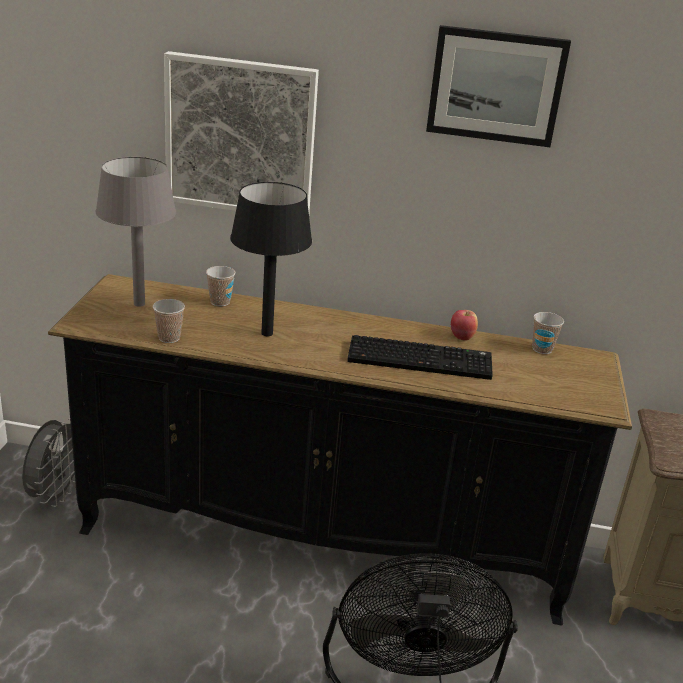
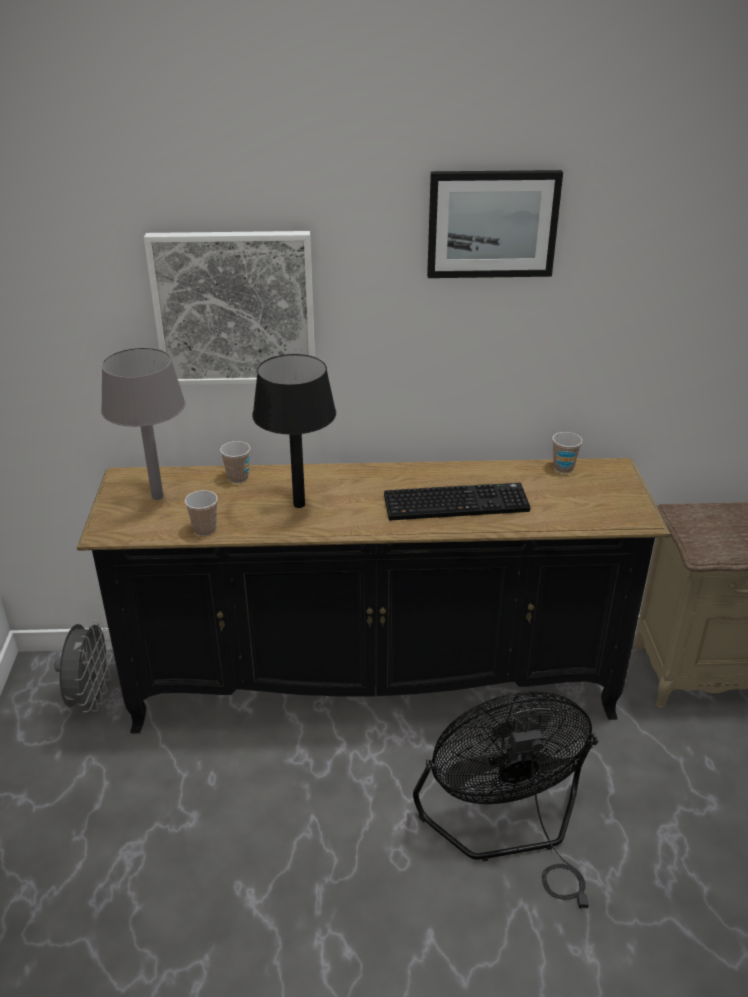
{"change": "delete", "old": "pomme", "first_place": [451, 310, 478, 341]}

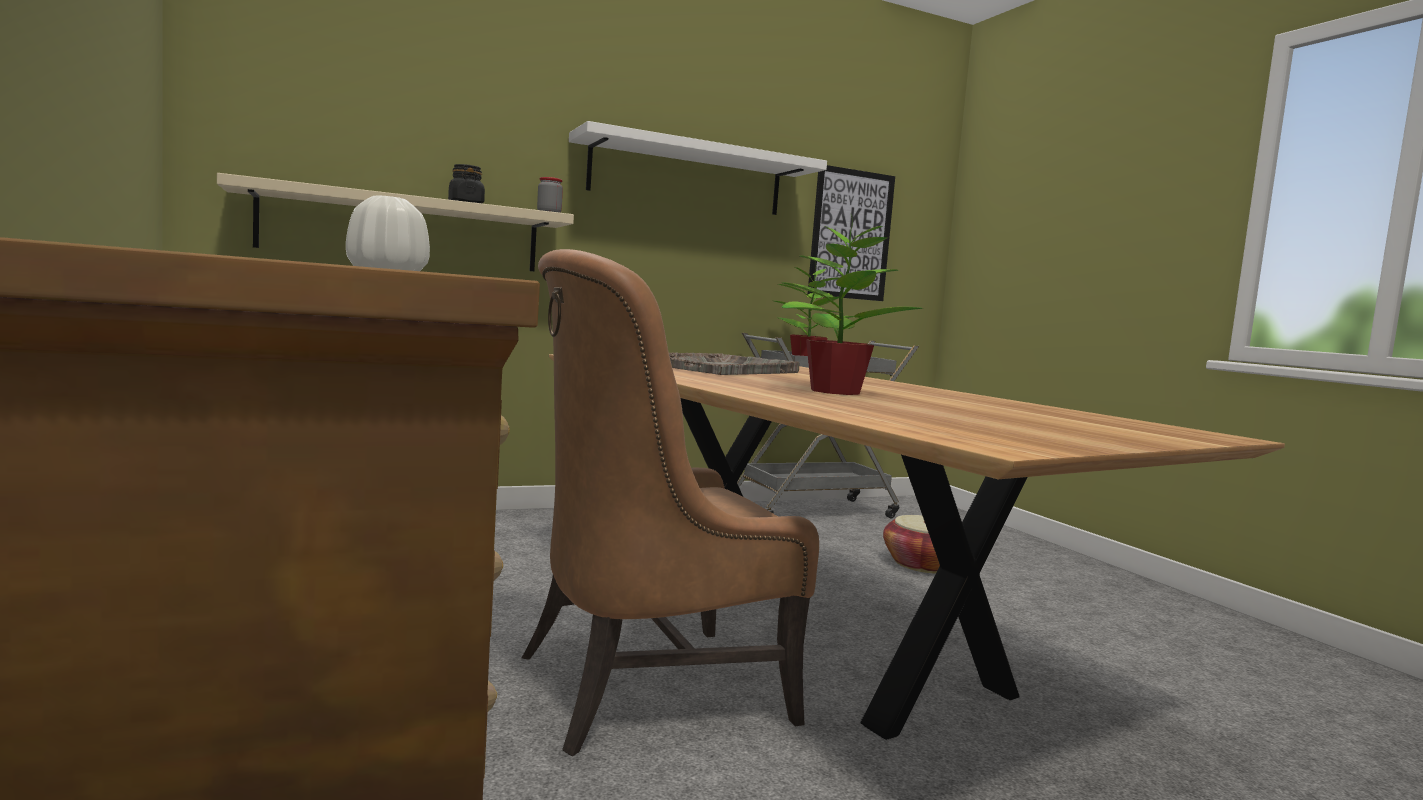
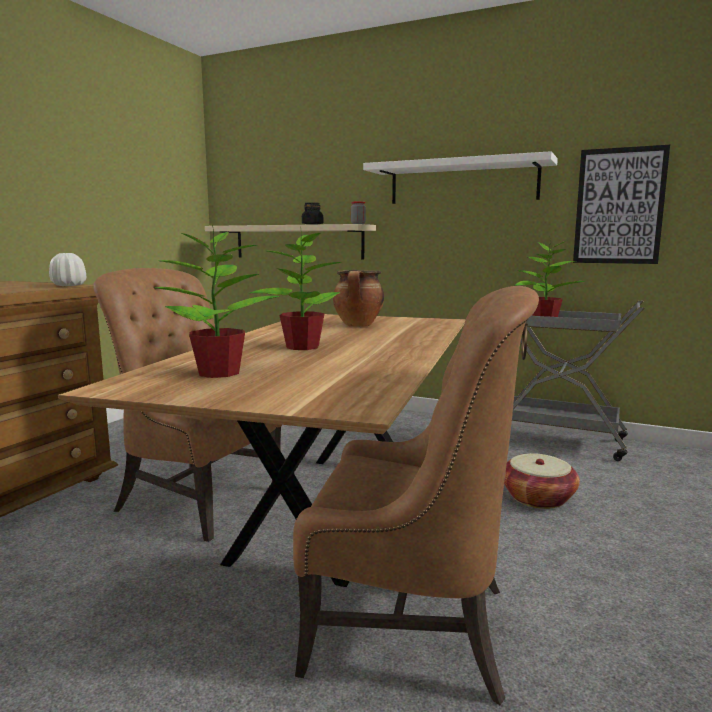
{"change": "replace", "old": "plateau (gris)", "new": "marmite", "first_place": [669, 353, 800, 375], "second_place": [333, 270, 384, 327]}
{"change": "insert", "new": "plante en pot", "second_place": [154, 223, 280, 378]}
{"change": "insert", "new": "chaise (marron)", "second_place": [293, 286, 539, 705]}

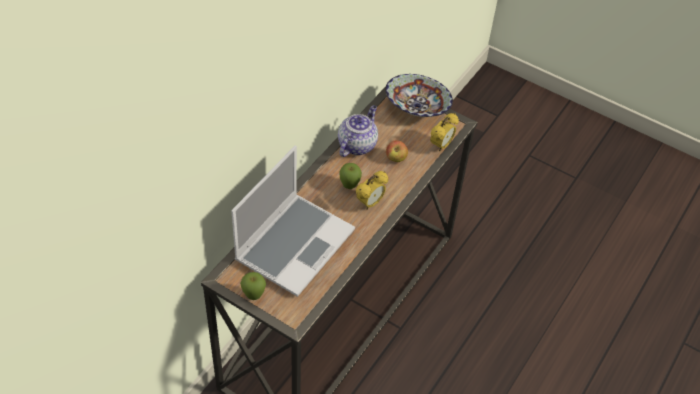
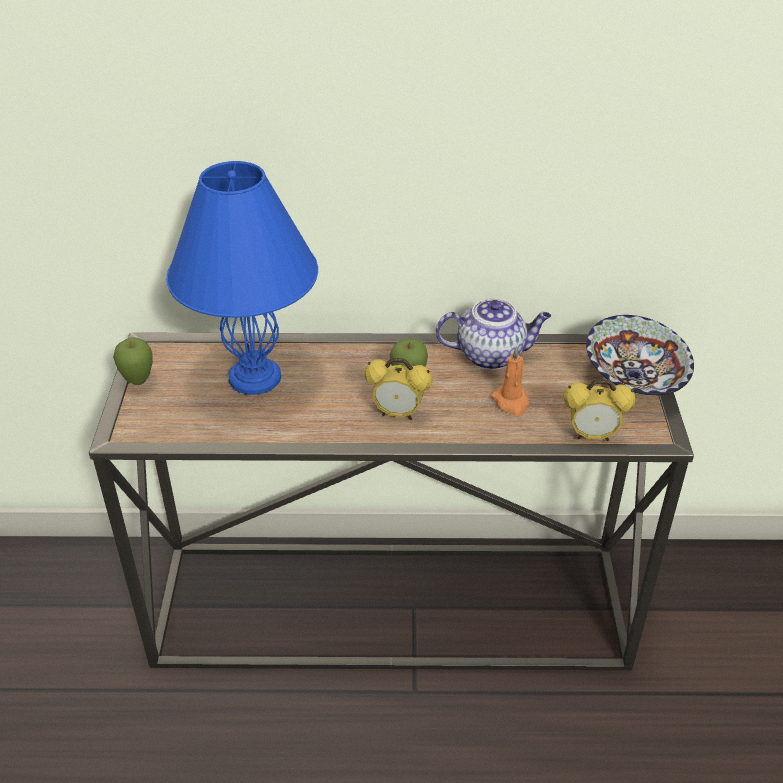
{"change": "replace", "old": "ordinateur portable", "new": "lampe de table (bleu)", "first_place": [231, 146, 355, 297], "second_place": [166, 161, 318, 395]}
{"change": "replace", "old": "pomme", "new": "bougie (orange)", "first_place": [386, 140, 408, 162], "second_place": [491, 346, 529, 416]}

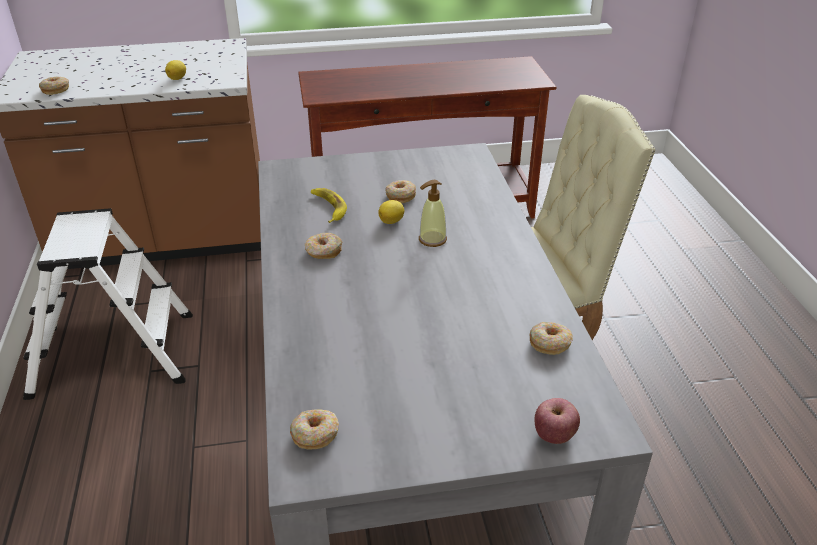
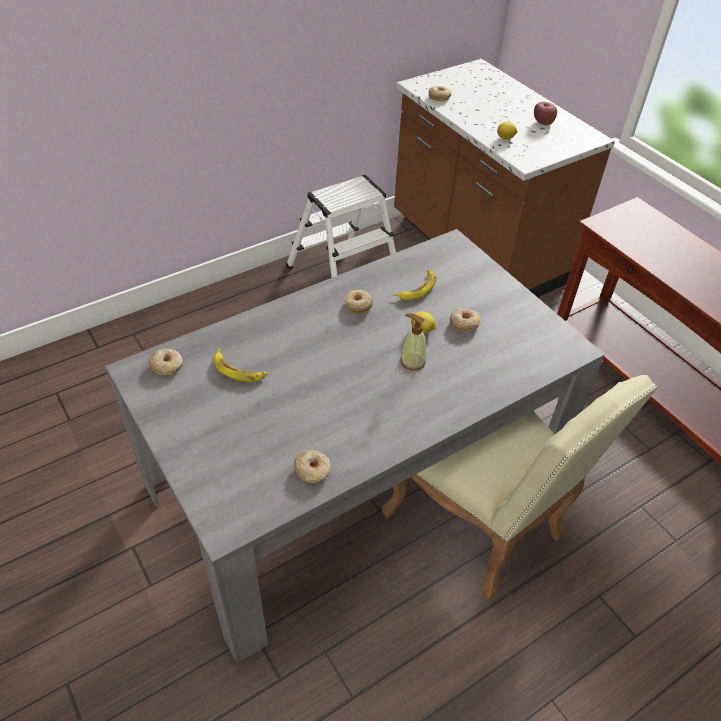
{"change": "move", "old": "pomme", "first_place": [534, 398, 580, 444], "second_place": [534, 102, 557, 125]}
{"change": "insert", "new": "banane", "second_place": [214, 348, 267, 382]}

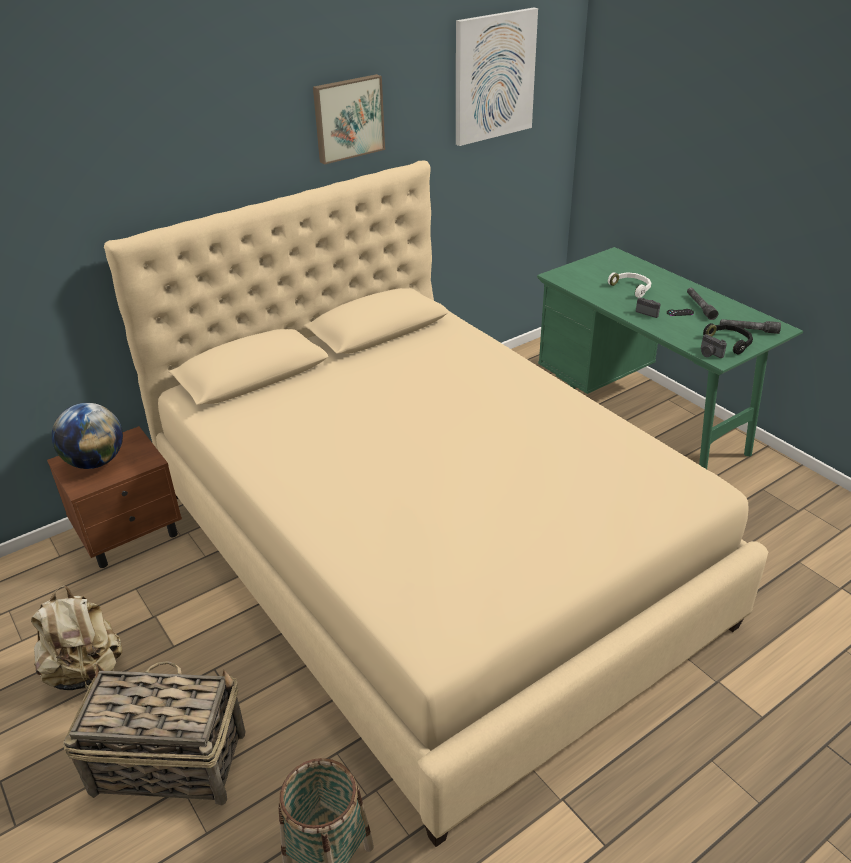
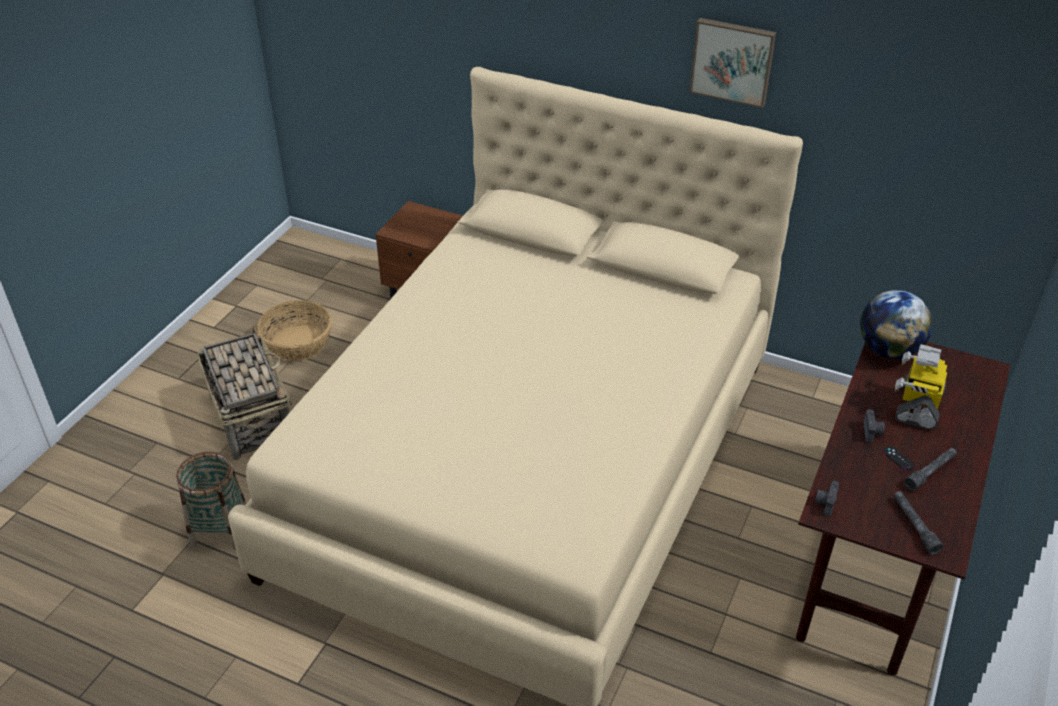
{"change": "replace", "old": "sac à dos (beige)", "new": "panier", "first_place": [31, 585, 122, 690], "second_place": [257, 300, 332, 361]}
{"change": "move", "old": "globe", "first_place": [52, 403, 123, 469], "second_place": [860, 290, 933, 359]}
{"change": "delete", "old": "tableau", "first_place": [456, 7, 538, 146]}
{"change": "recolor", "old": "bureau (vert)", "new": "bureau (marron)", "first_place": [537, 247, 803, 469], "second_place": [796, 342, 1011, 676]}
{"change": "replace", "old": "casque audio (blanc)", "new": "robot jouet", "first_place": [608, 272, 651, 298], "second_place": [895, 344, 947, 430]}
{"change": "delete", "old": "casque audio (noir)", "first_place": [703, 323, 753, 355]}

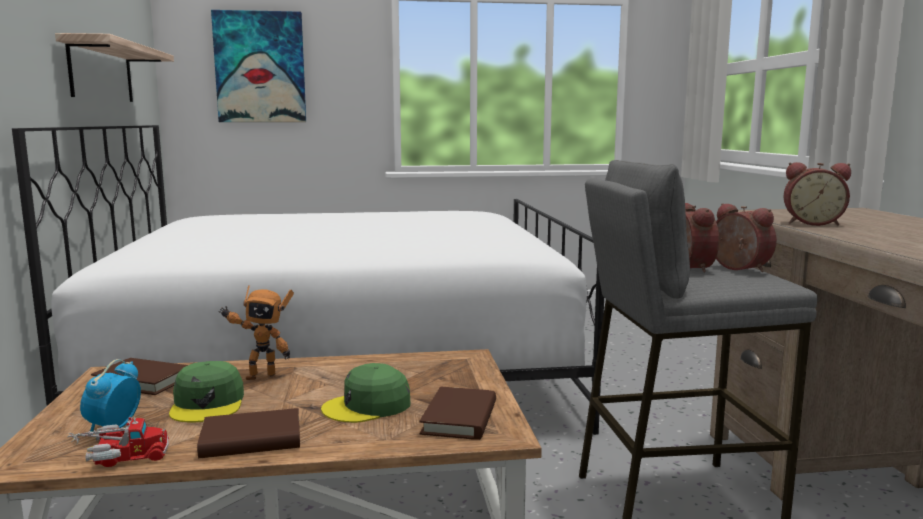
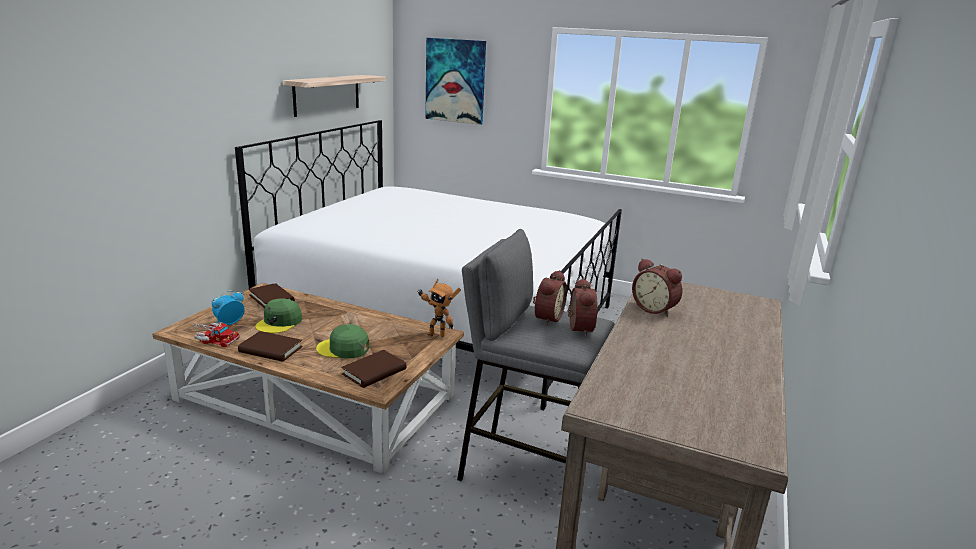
{"change": "move", "old": "robot jouet", "first_place": [219, 285, 294, 380], "second_place": [417, 279, 461, 337]}

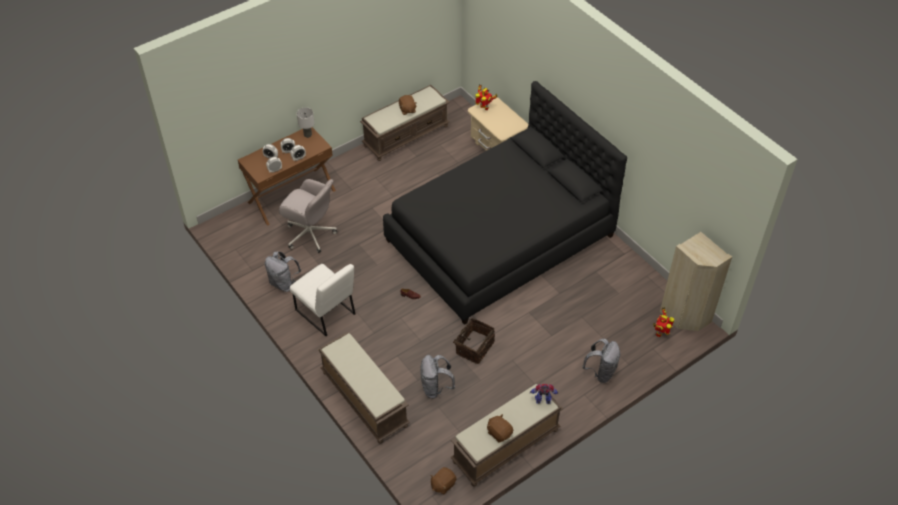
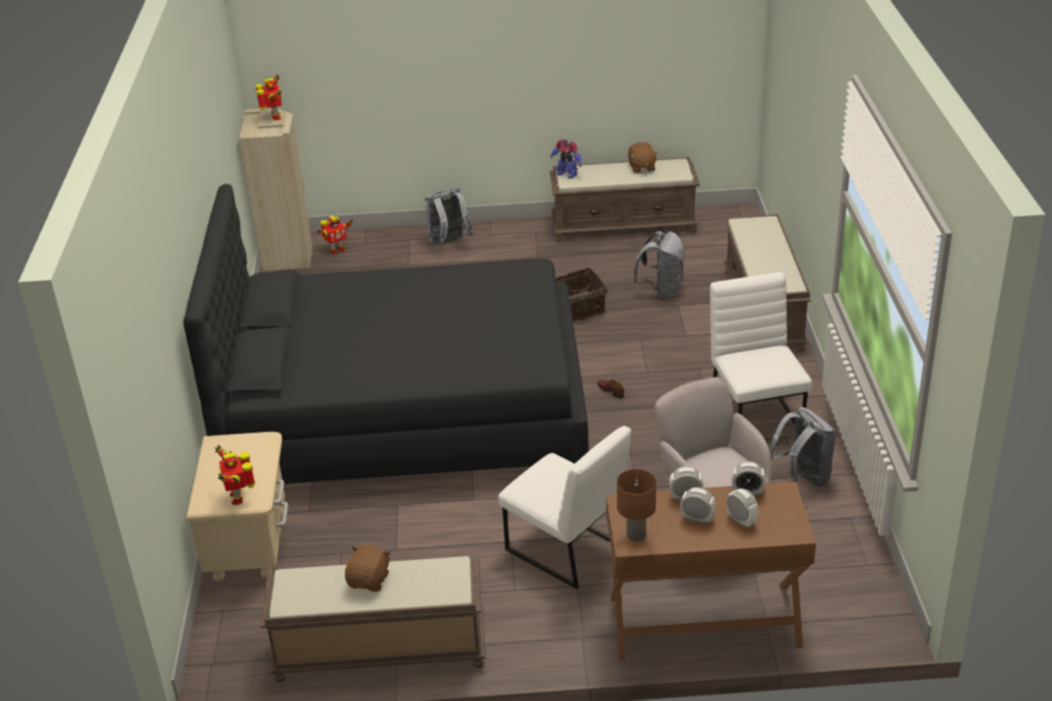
{"change": "recolor", "old": "lampe de table (blanc)", "new": "lampe de table (marron)", "first_place": [297, 107, 314, 138], "second_place": [617, 469, 656, 542]}
{"change": "delete", "old": "peluche (marron)", "first_place": [430, 467, 456, 495]}
{"change": "insert", "new": "robot jouet", "second_place": [255, 74, 282, 120]}
{"change": "insert", "new": "chaise (blanc)", "second_place": [498, 426, 631, 589]}

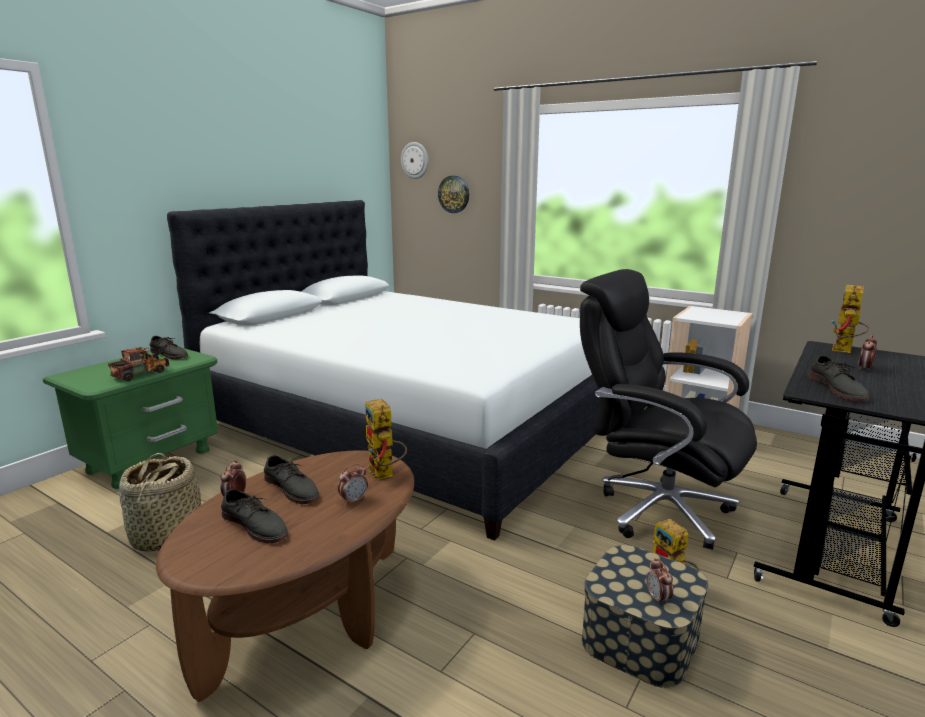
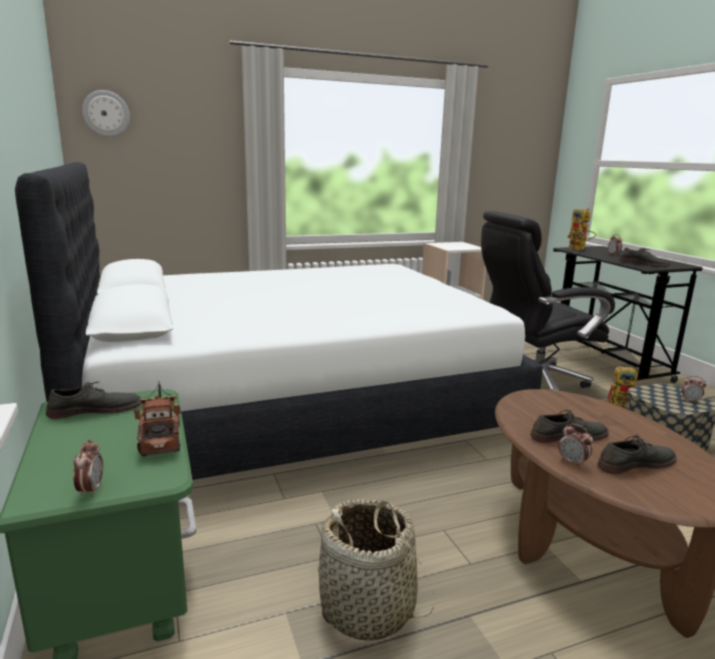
{"change": "move", "old": "réveil", "first_place": [338, 464, 368, 505], "second_place": [73, 440, 103, 497]}
{"change": "delete", "old": "robot jouet", "first_place": [365, 399, 407, 481]}
{"change": "delete", "old": "horloge murale", "first_place": [438, 176, 469, 213]}

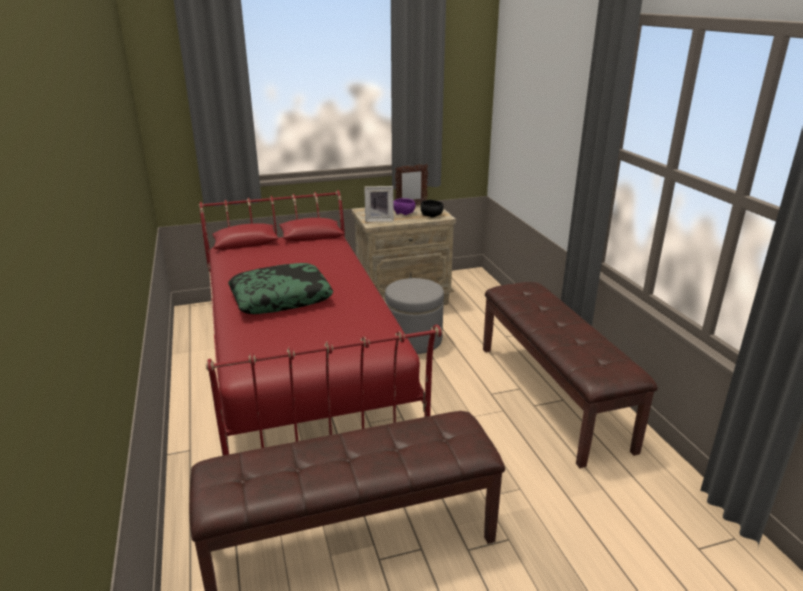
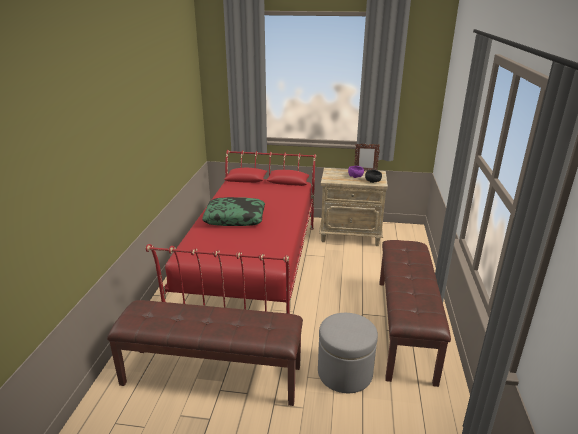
{"change": "delete", "old": "cadre photo", "first_place": [364, 186, 394, 222]}
{"change": "move", "old": "pouf (gris)", "first_place": [385, 278, 444, 354], "second_place": [318, 313, 378, 393]}

